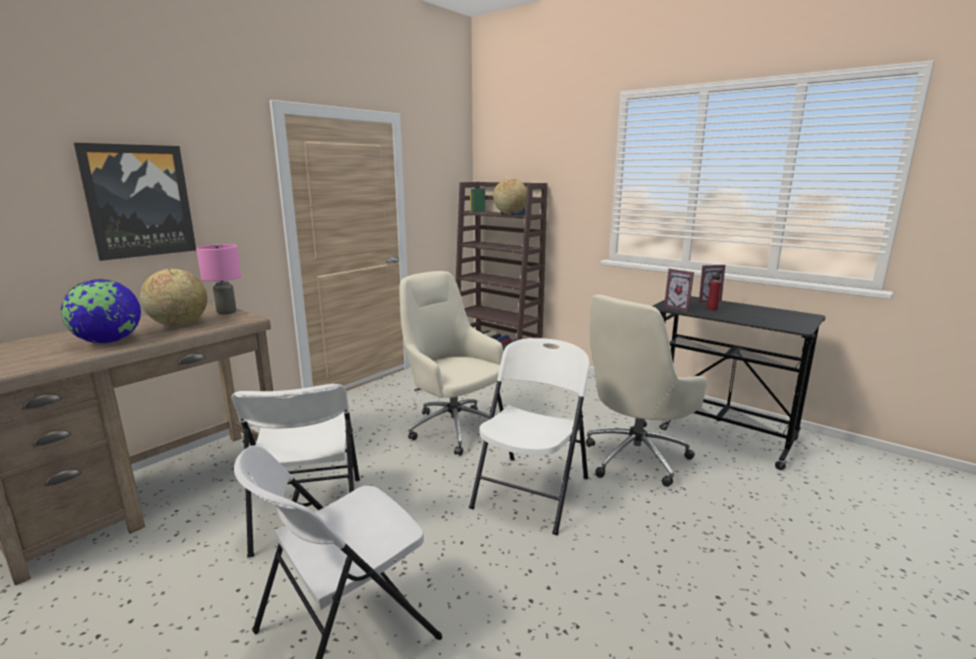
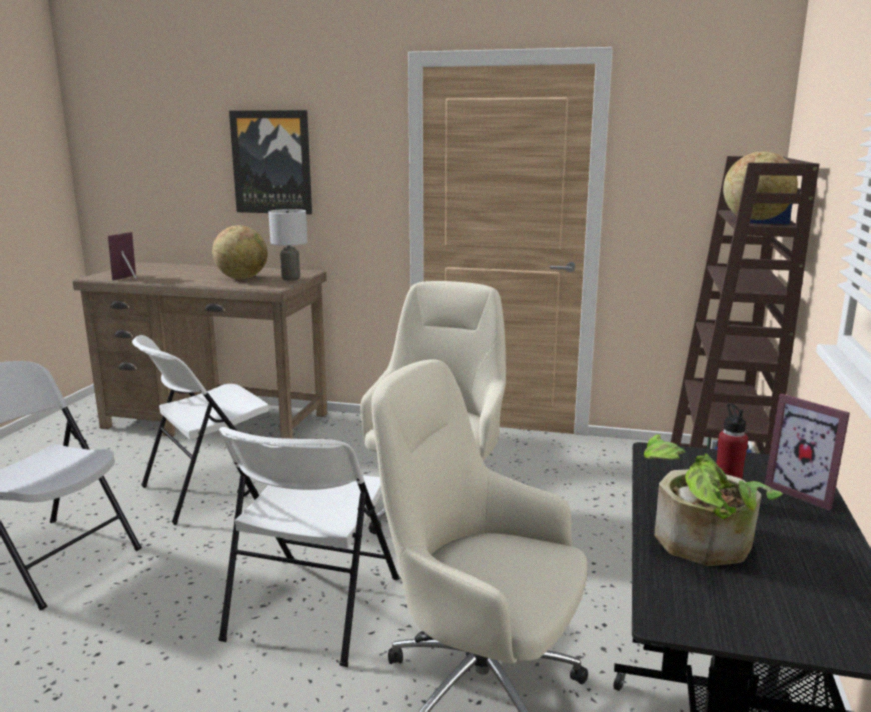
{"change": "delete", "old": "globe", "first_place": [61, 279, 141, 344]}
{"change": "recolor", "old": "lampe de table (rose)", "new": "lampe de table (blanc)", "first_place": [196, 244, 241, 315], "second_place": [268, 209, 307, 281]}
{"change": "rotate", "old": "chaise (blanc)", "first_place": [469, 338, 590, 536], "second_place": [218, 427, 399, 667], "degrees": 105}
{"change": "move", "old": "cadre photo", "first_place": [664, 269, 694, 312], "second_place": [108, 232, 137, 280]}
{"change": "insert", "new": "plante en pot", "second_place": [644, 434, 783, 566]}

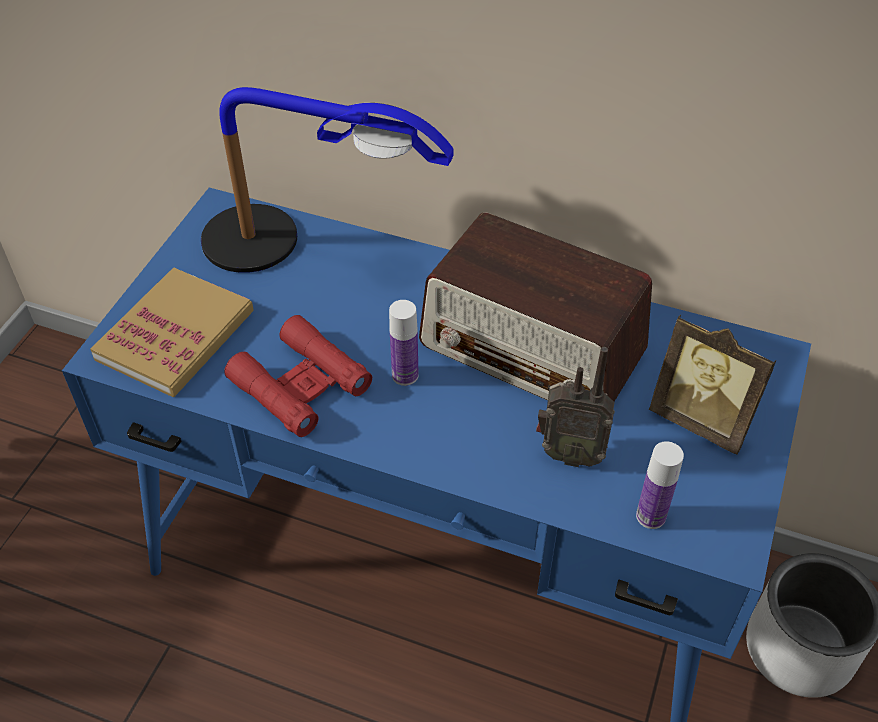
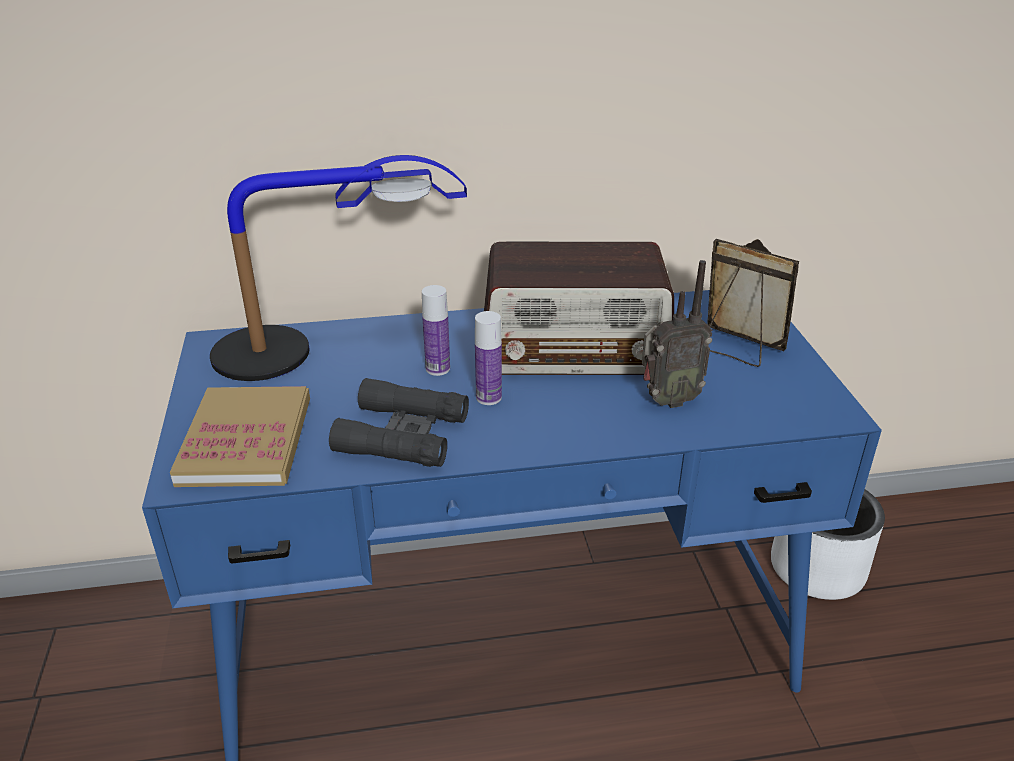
{"change": "recolor", "old": "jumelles (rouge)", "new": "jumelles (noir)", "first_place": [224, 315, 372, 437], "second_place": [329, 378, 469, 467]}
{"change": "move", "old": "bouteille", "first_place": [636, 441, 684, 529], "second_place": [422, 285, 450, 376]}
{"change": "rotate", "old": "cadre photo", "first_place": [649, 315, 776, 455], "second_place": [707, 239, 799, 367], "degrees": -150}

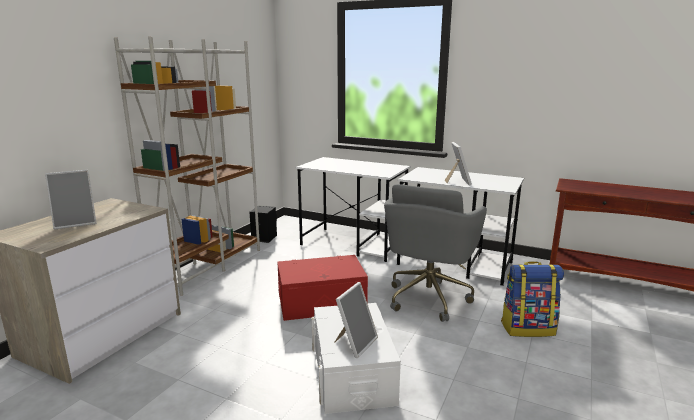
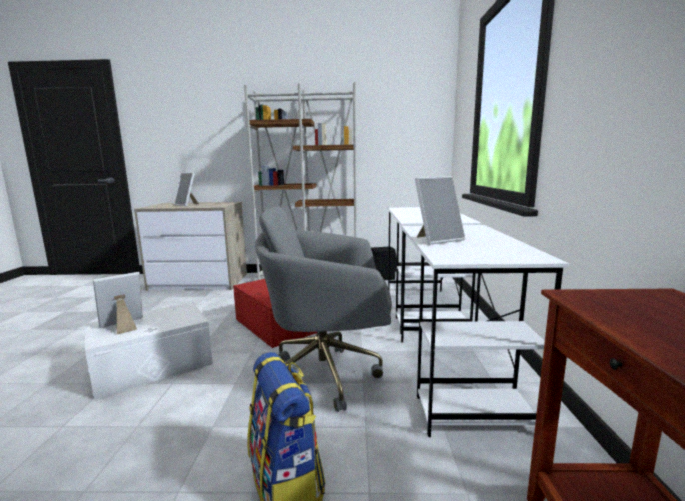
{"change": "rotate", "old": "cadre photo", "first_place": [335, 282, 378, 358], "second_place": [93, 272, 143, 334], "degrees": 135}

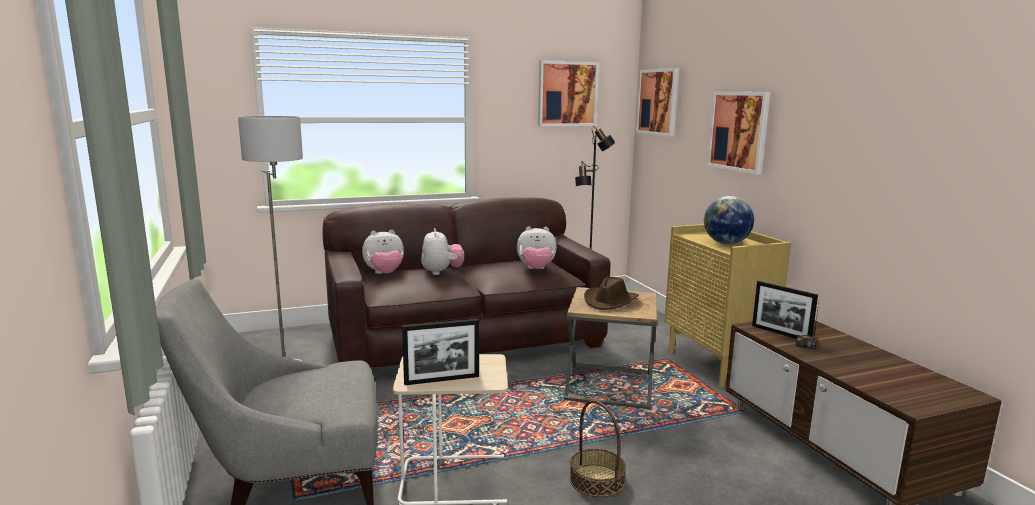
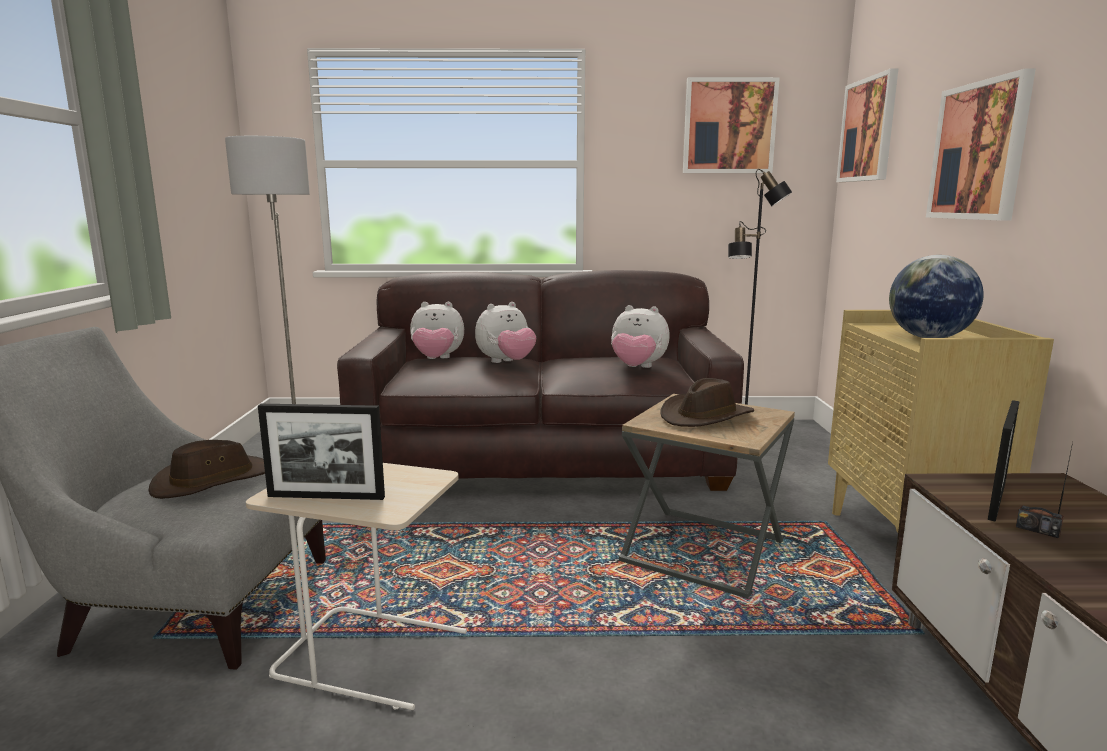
{"change": "rotate", "old": "peluche", "first_place": [421, 228, 464, 275], "second_place": [475, 302, 536, 363], "degrees": 45}
{"change": "delete", "old": "panier", "first_place": [570, 400, 626, 498]}
{"change": "rotate", "old": "cadre photo", "first_place": [752, 281, 818, 338], "second_place": [988, 400, 1020, 522], "degrees": -120}
{"change": "insert", "new": "chapeau (marron)", "second_place": [149, 440, 265, 499]}

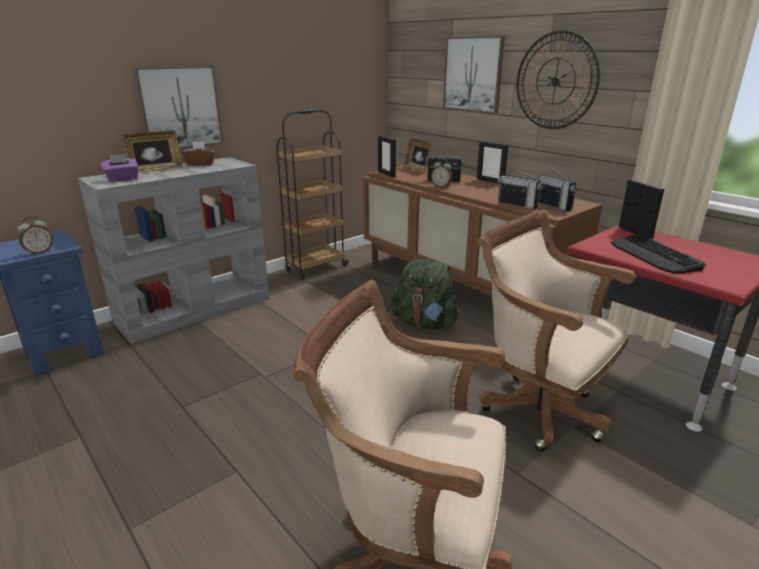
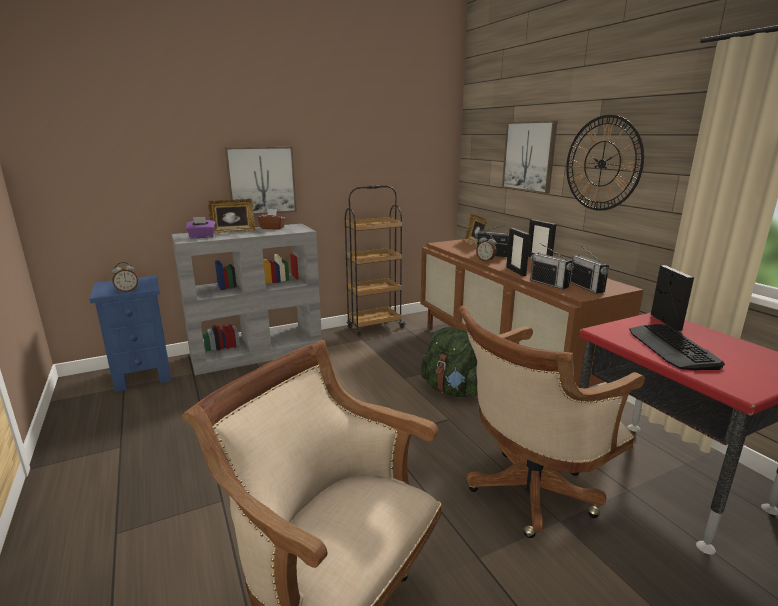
{"change": "move", "old": "cadre photo", "first_place": [378, 136, 396, 177], "second_place": [506, 228, 530, 276]}
{"change": "rotate", "old": "chaise de bureau", "first_place": [477, 210, 636, 451], "second_place": [459, 306, 645, 538], "degrees": -90}

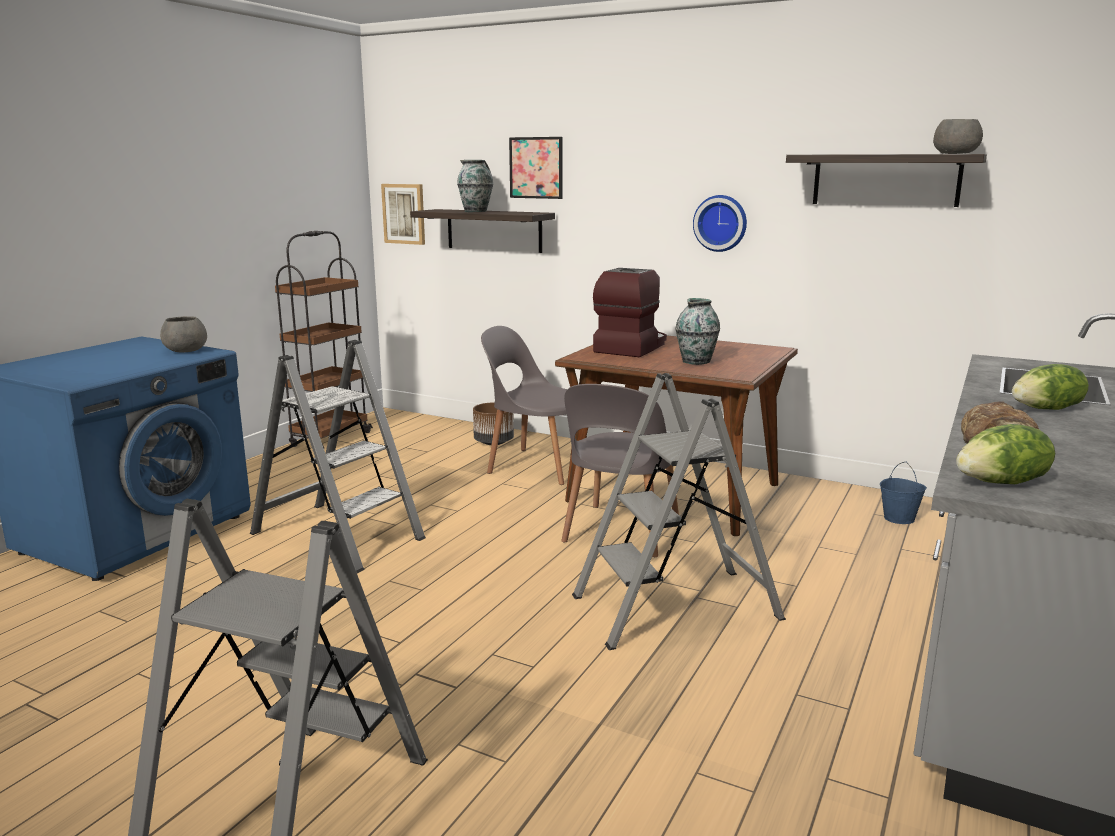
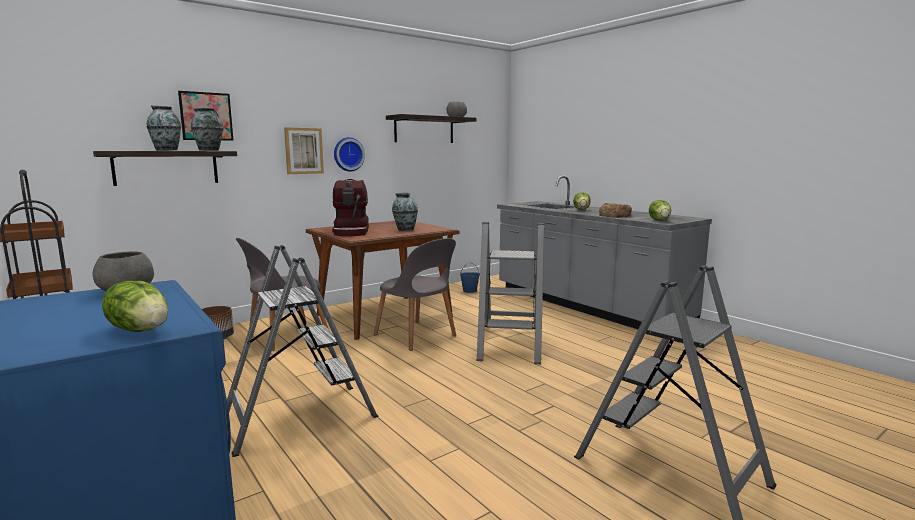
{"change": "move", "old": "tableau", "first_place": [381, 184, 425, 245], "second_place": [284, 127, 324, 174]}
{"change": "rotate", "old": "machine à café", "first_place": [593, 268, 667, 357], "second_place": [332, 179, 369, 237], "degrees": -150}
{"change": "insert", "new": "laitue", "second_place": [102, 281, 168, 332]}
{"change": "insert", "new": "vase", "second_place": [191, 108, 224, 151]}

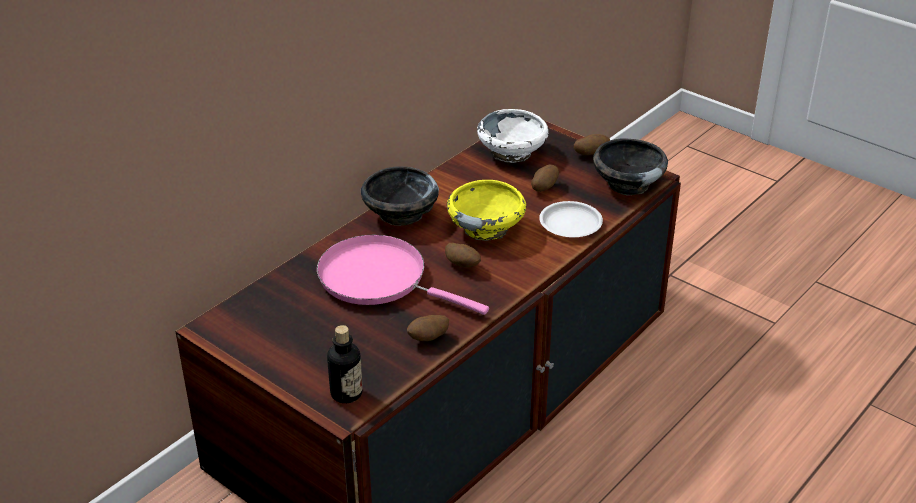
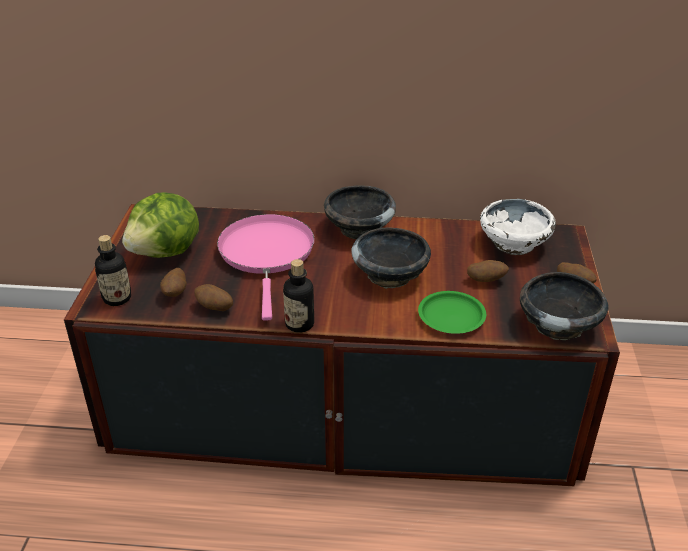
{"change": "move", "old": "pomme de terre", "first_place": [445, 243, 481, 267], "second_place": [160, 268, 187, 297]}
{"change": "recolor", "old": "bol (jaune)", "new": "bol (noir)", "first_place": [447, 180, 526, 241], "second_place": [352, 227, 431, 289]}
{"change": "recolor", "old": "assiette (blanc)", "new": "assiette (vert)", "first_place": [539, 201, 603, 237], "second_place": [418, 291, 486, 334]}
{"change": "insert", "new": "laitue", "second_place": [122, 192, 199, 258]}
{"change": "insert", "new": "bouteille", "second_place": [283, 259, 314, 333]}

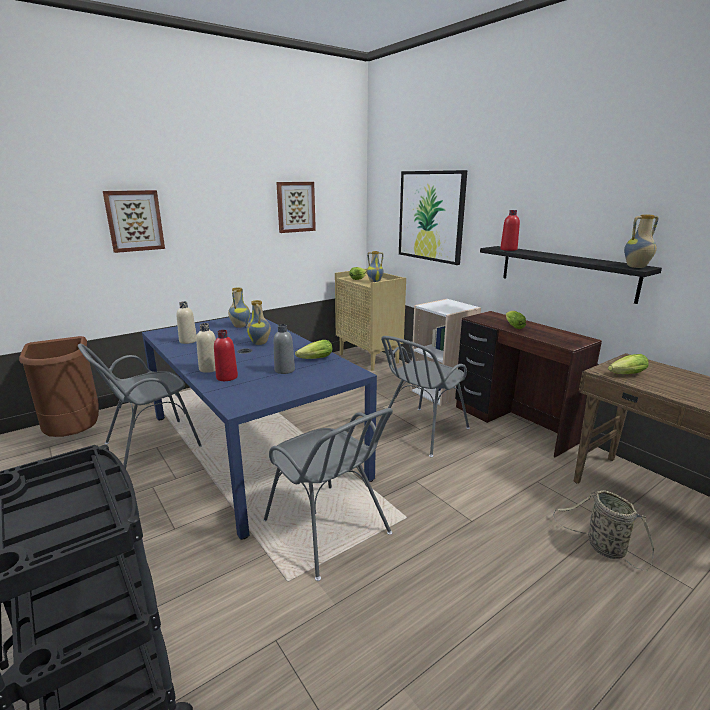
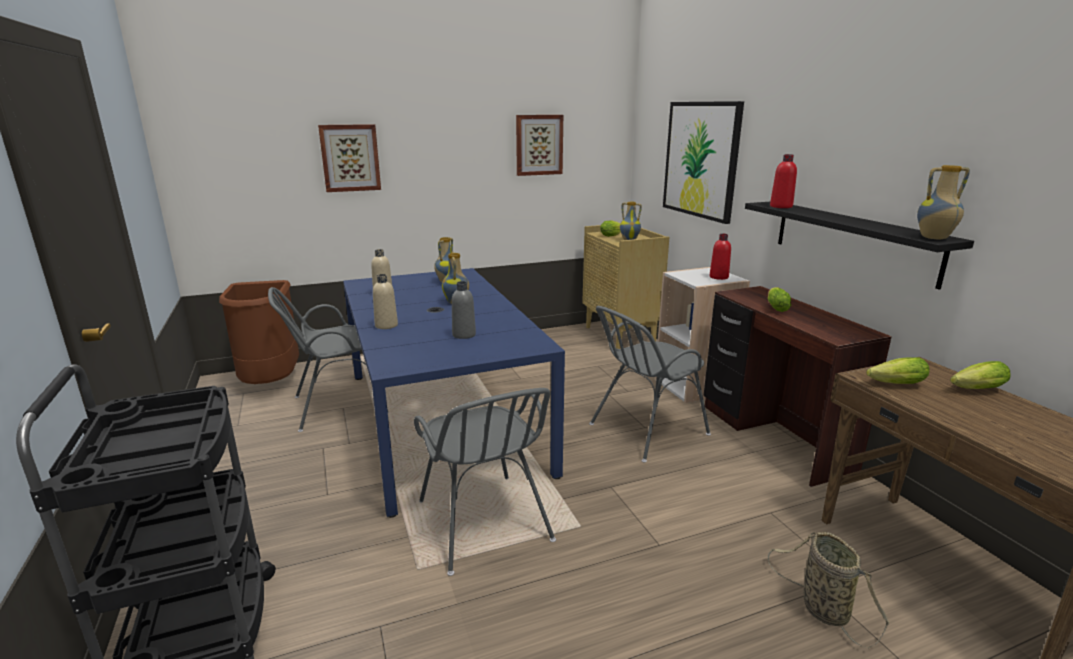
{"change": "move", "old": "bouteille (rouge)", "first_place": [214, 330, 238, 381], "second_place": [710, 234, 731, 280]}
{"change": "move", "old": "laitue", "first_place": [295, 340, 332, 359], "second_place": [950, 361, 1011, 389]}

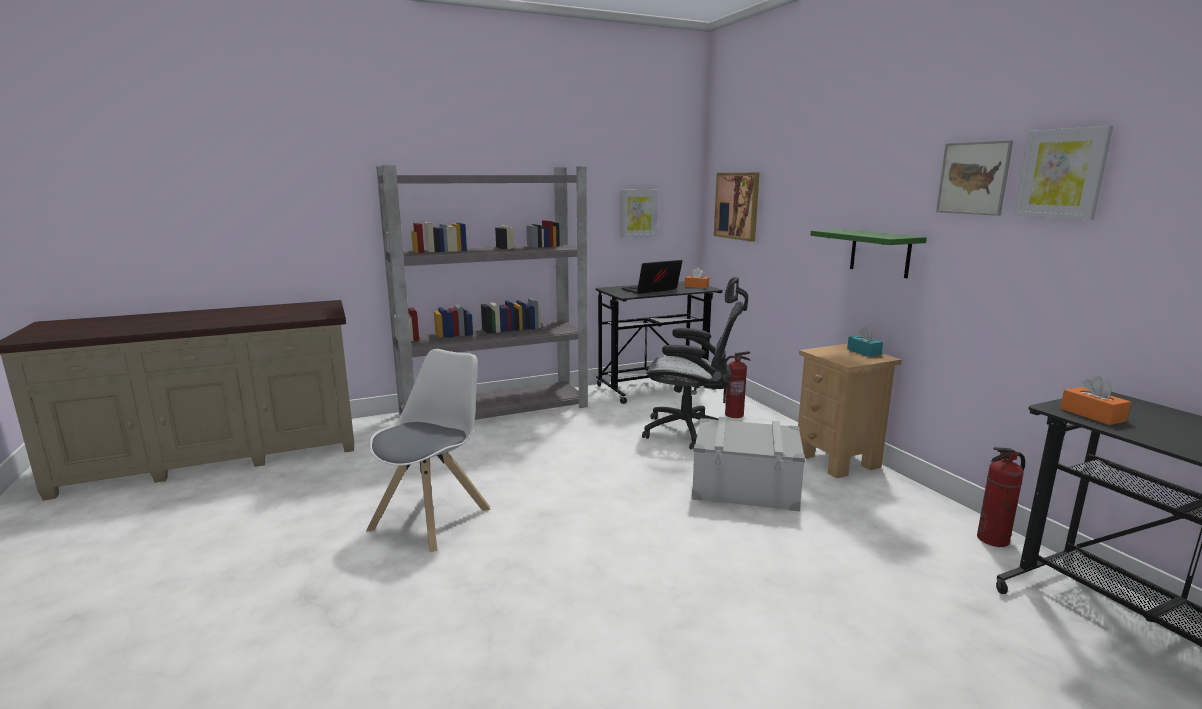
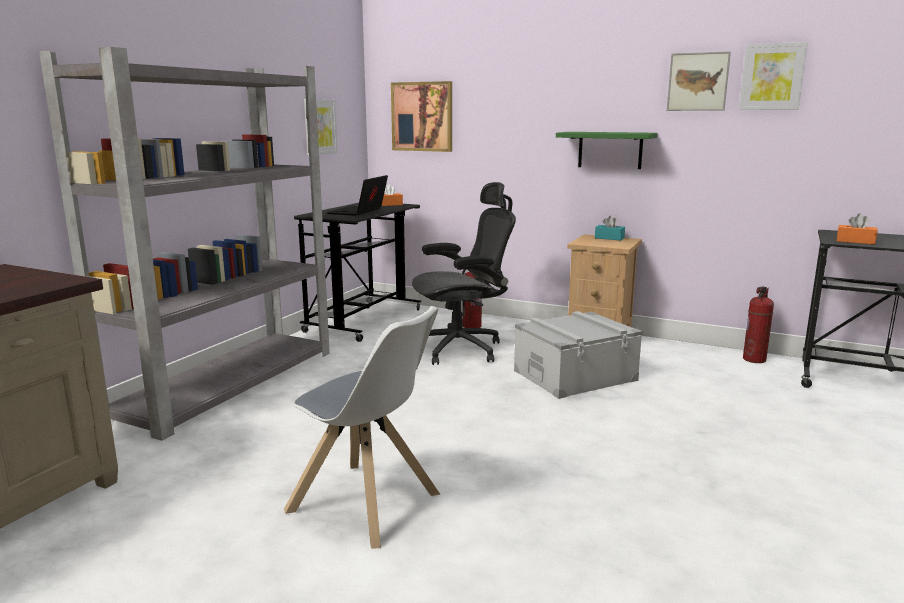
{"change": "rotate", "old": "chaise", "first_place": [366, 349, 490, 552], "second_place": [284, 306, 441, 549], "degrees": 135}

